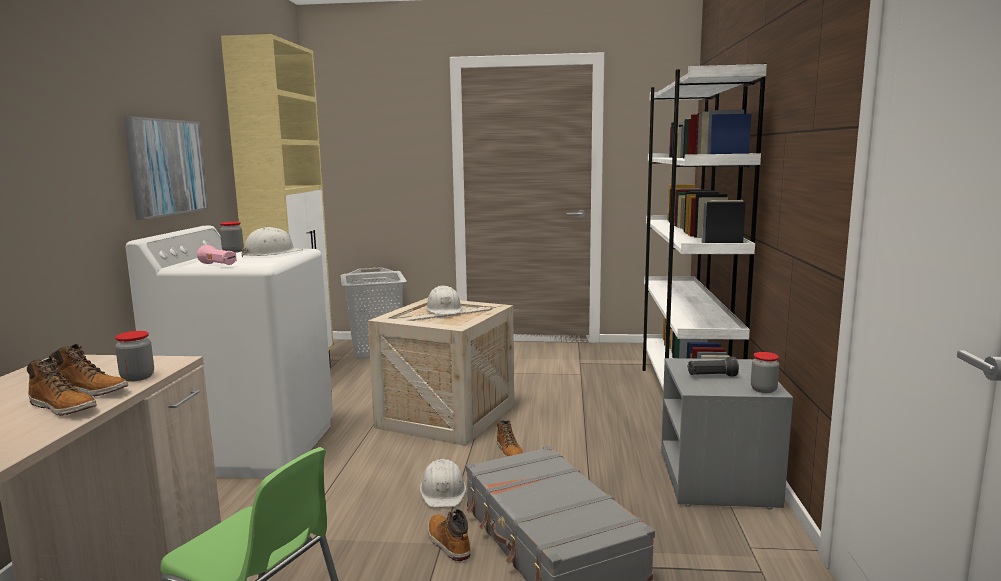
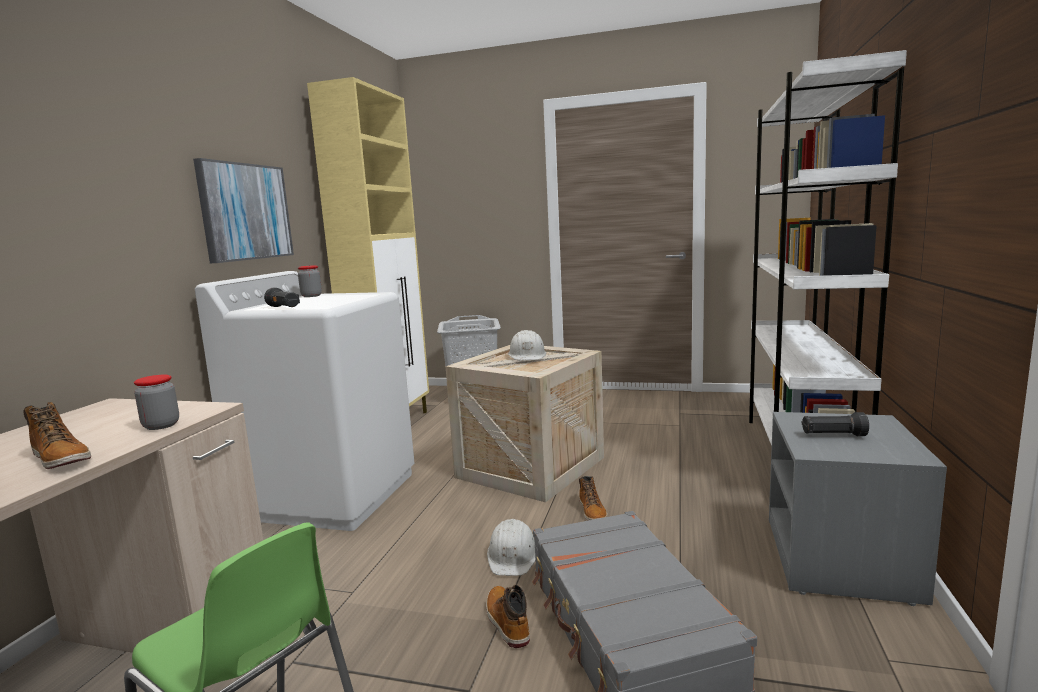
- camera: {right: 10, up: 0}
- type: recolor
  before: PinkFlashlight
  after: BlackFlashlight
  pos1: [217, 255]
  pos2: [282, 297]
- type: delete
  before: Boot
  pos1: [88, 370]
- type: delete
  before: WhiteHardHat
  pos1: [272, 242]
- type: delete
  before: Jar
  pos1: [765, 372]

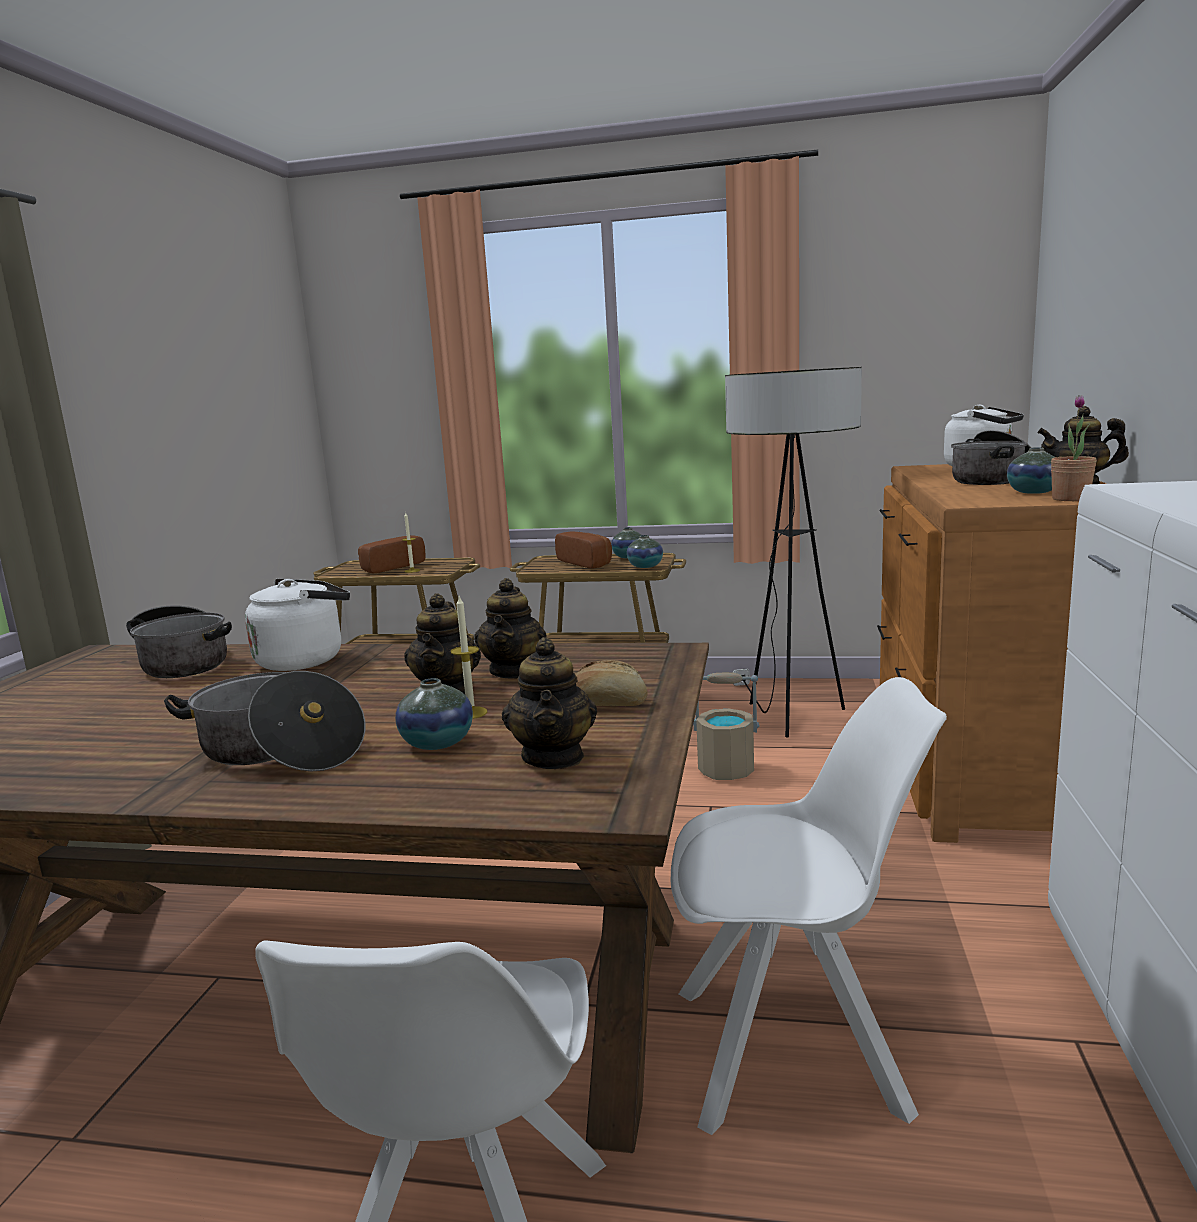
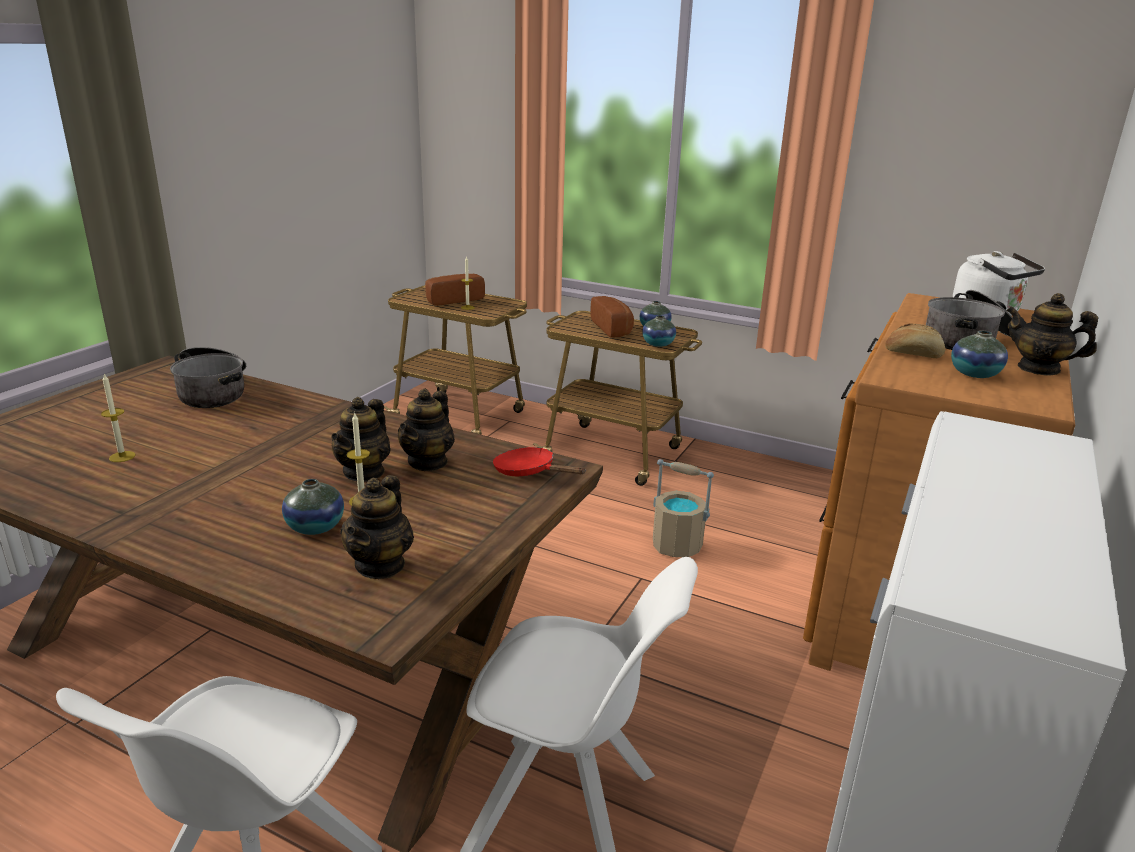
- camera: {right: 15, up: 10}
- type: insert
  after: Candle
  pos2: [118, 418]
- type: insert
  after: RedFryingPan
  pos2: [539, 461]
- type: move
  before: Bread
  pos1: [612, 683]
  pos2: [915, 340]
- type: delete
  before: CookingPot
  pos1: [264, 721]
- type: delete
  before: WhiteKettle
  pos1: [297, 625]
- type: delete
  before: FloorLamp
  pos1: [793, 552]
- type: delete
  before: PottedPlant
  pos1: [1074, 448]

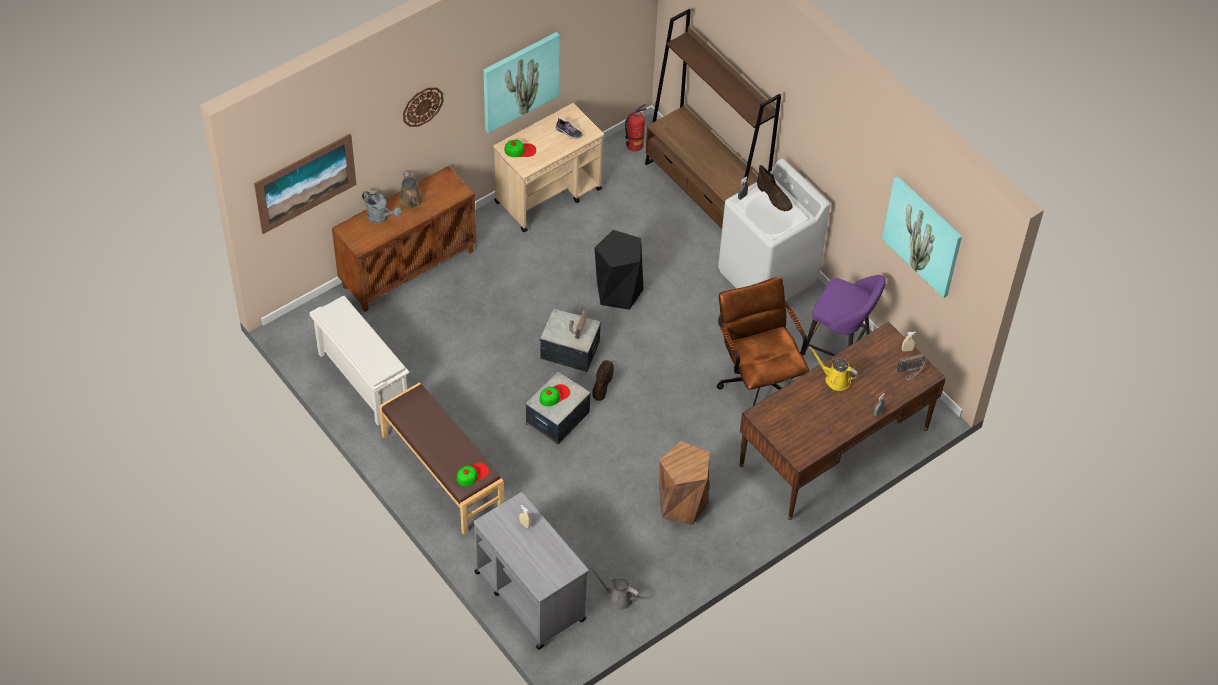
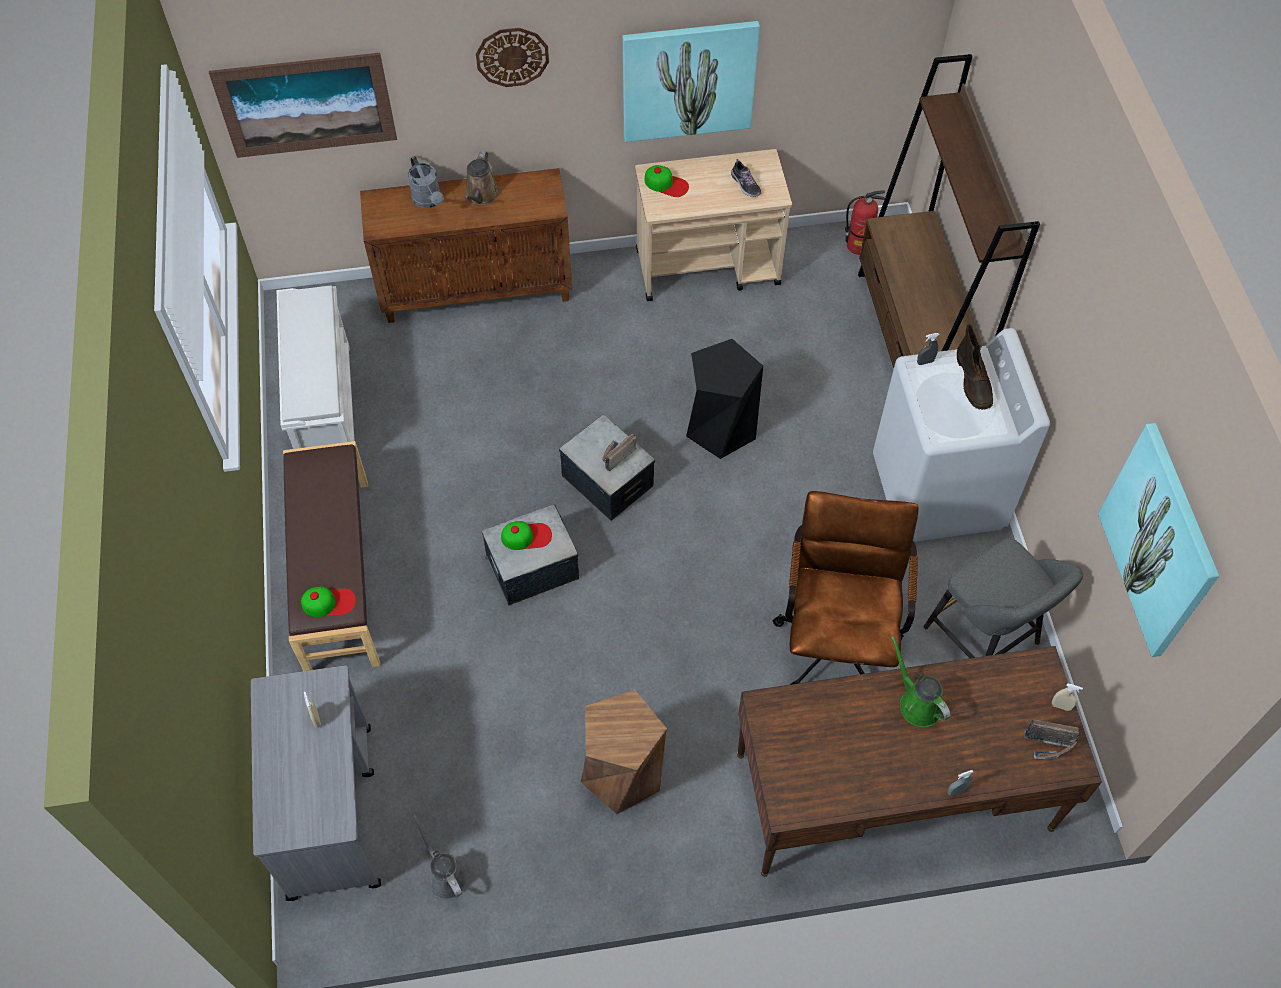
- camera: {right: 30, up: 5}
- type: recolor
  before: YellowWateringCan
  after: GreenWateringCan
  pos1: [833, 368]
  pos2: [921, 681]
- type: recolor
  before: PurpleStool
  after: GreyStool
  pos1: [844, 315]
  pos2: [1003, 598]
- type: delete
  before: BrownBoot
  pos1: [603, 380]

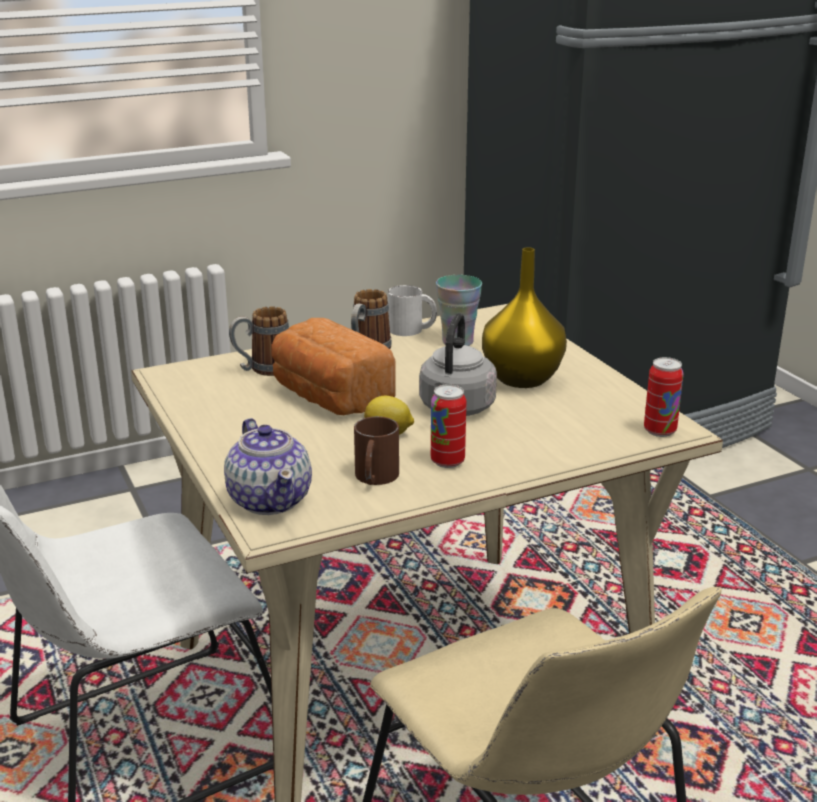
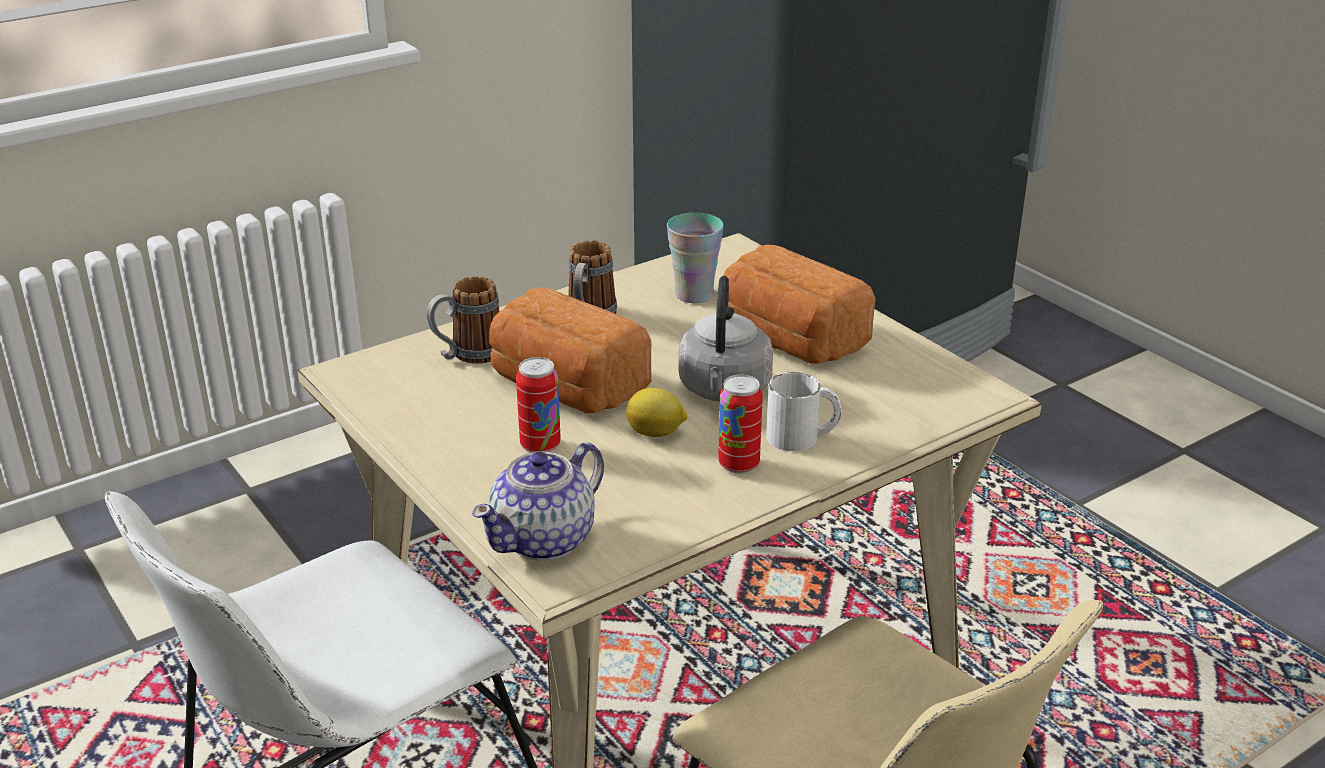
- camera: {right: -10, up: 5}
- type: rotate
  before: Teapot
  pos1: [268, 466]
  pos2: [538, 501]
  turn: 75
- type: move
  before: Can
  pos1: [664, 397]
  pos2: [538, 405]
- type: replace
  before: YellowVase
  after: Bread
  pos1: [524, 317]
  pos2: [799, 304]
- type: move
  before: WhiteMug
  pos1: [412, 310]
  pos2: [803, 411]
- type: delete
  before: BrownMug
  pos1: [376, 450]

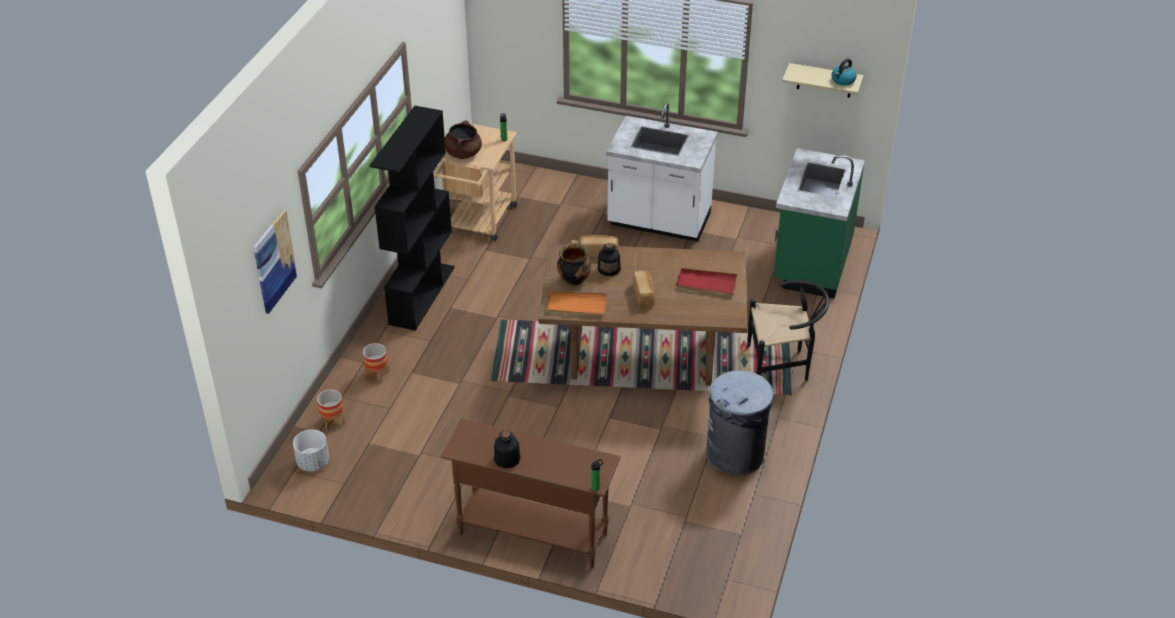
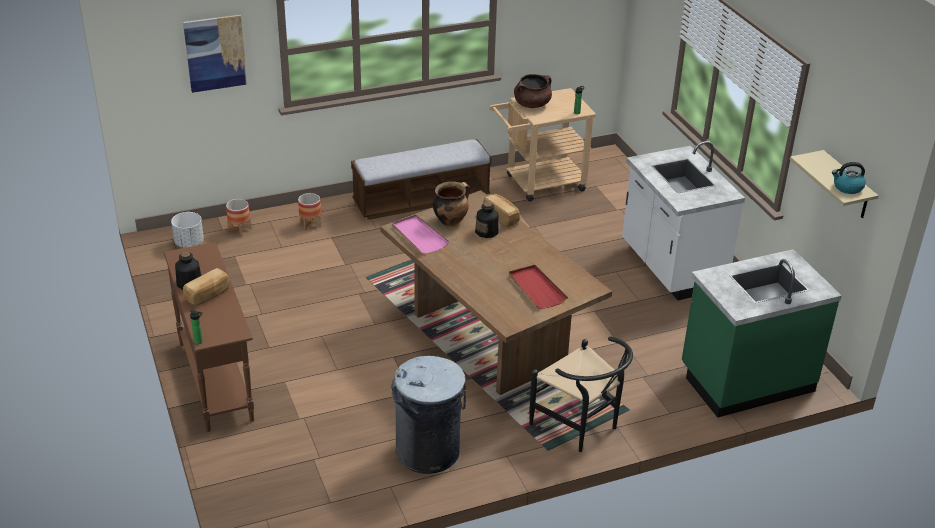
- camera: {right: 50, up: -5}
- type: move
  before: Bread
  pos1: [644, 289]
  pos2: [206, 287]
- type: replace
  before: BlackBookcase
  after: Bench
  pos1: [412, 218]
  pos2: [421, 179]
- type: recolor
  before: OrangeTray
  after: PinkTray
  pos1: [576, 303]
  pos2: [421, 234]

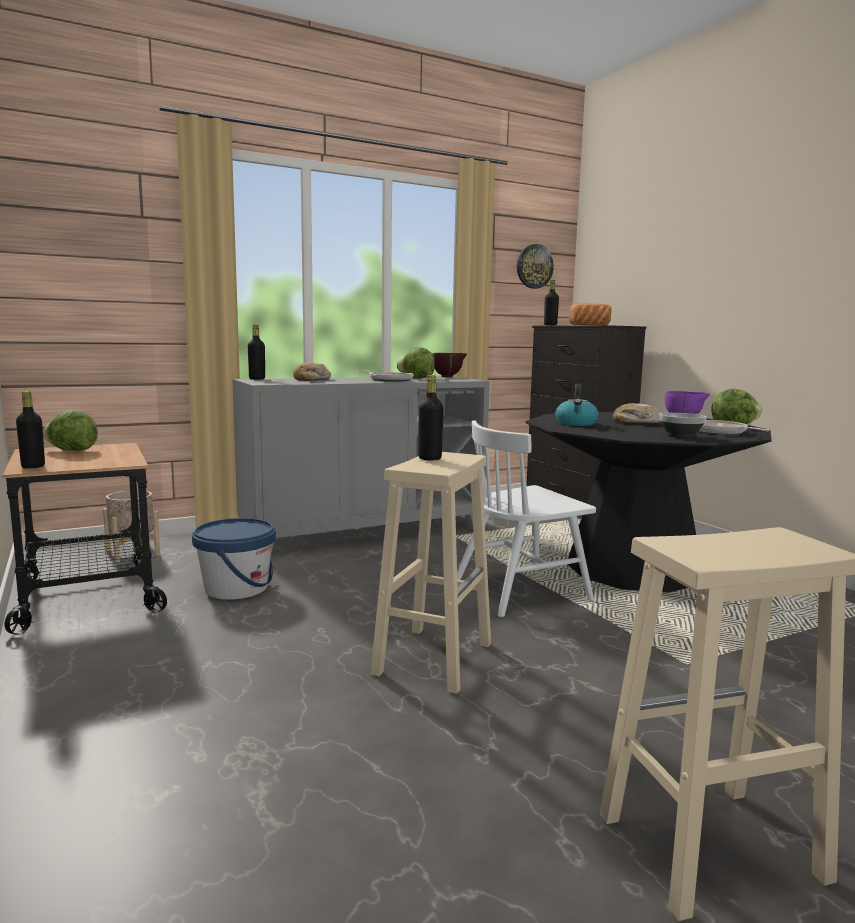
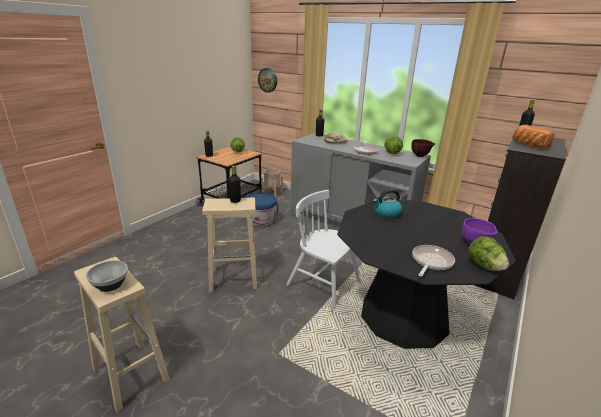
- camera: {right: 60, up: 15}
- type: move
  before: Bowl
  pos1: [682, 425]
  pos2: [107, 276]
- type: move
  before: WallClock
  pos1: [535, 266]
  pos2: [267, 80]
- type: delete
  before: Bread
  pos1: [637, 413]

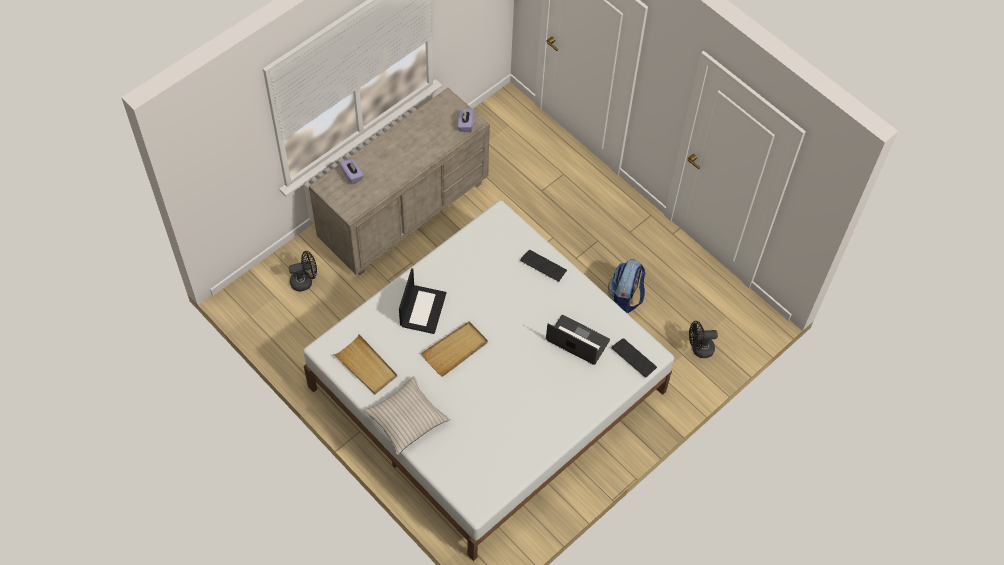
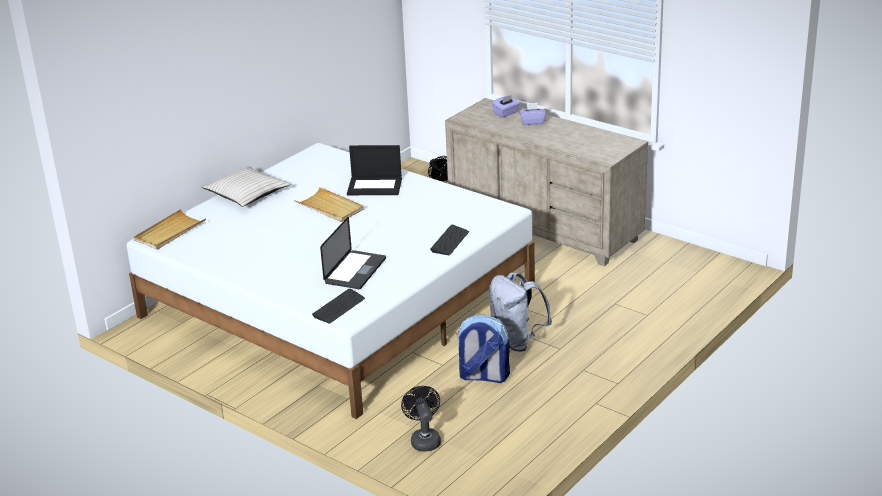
- camera: {right: 85, up: -30}
- type: move
  before: BeigeTray
  pos1: [365, 364]
  pos2: [170, 229]
- type: insert
  after: GreyBackpack
  pos2: [520, 312]
- type: move
  before: PurpleTissueBox
  pos1: [466, 120]
  pos2: [532, 114]

